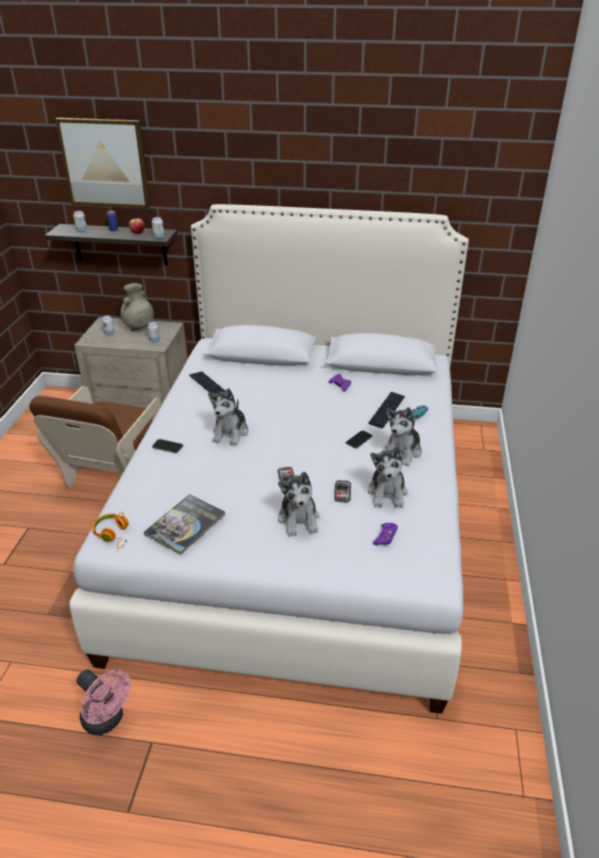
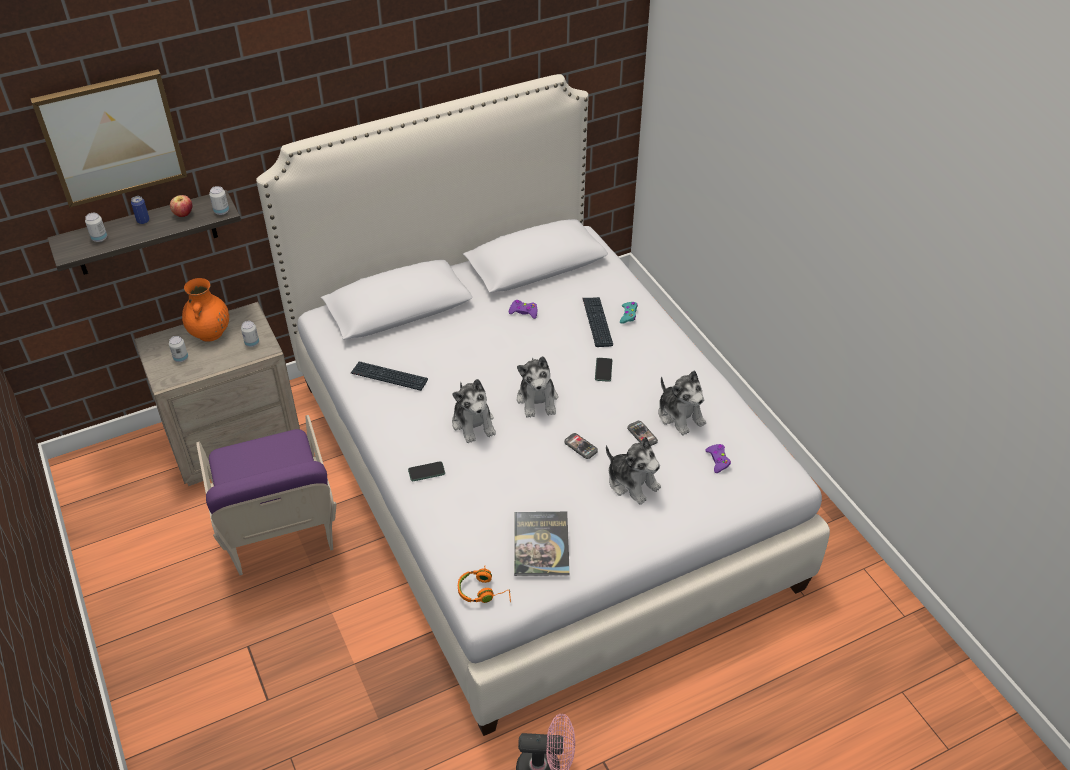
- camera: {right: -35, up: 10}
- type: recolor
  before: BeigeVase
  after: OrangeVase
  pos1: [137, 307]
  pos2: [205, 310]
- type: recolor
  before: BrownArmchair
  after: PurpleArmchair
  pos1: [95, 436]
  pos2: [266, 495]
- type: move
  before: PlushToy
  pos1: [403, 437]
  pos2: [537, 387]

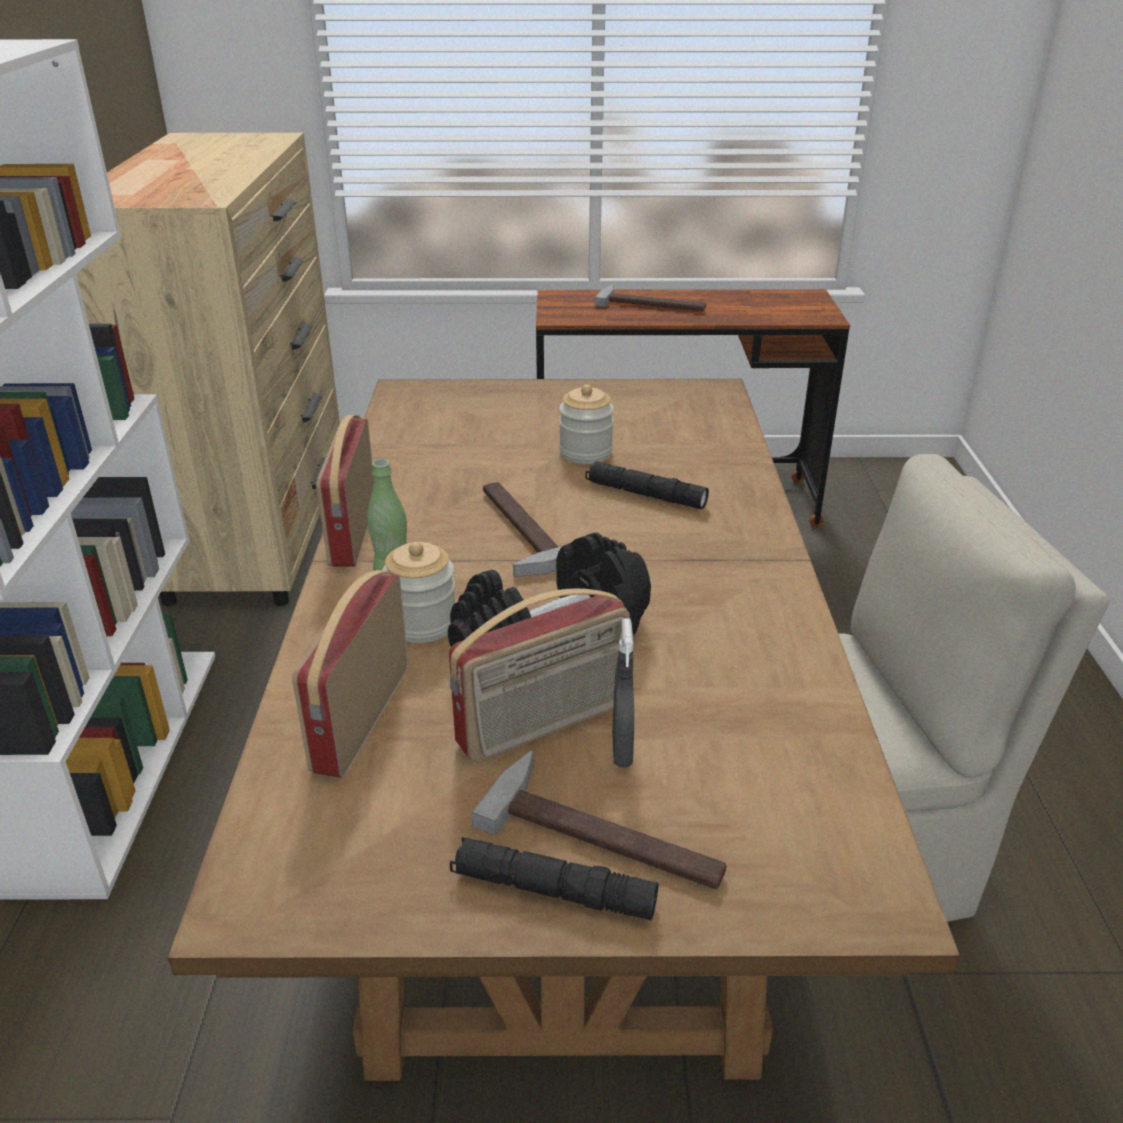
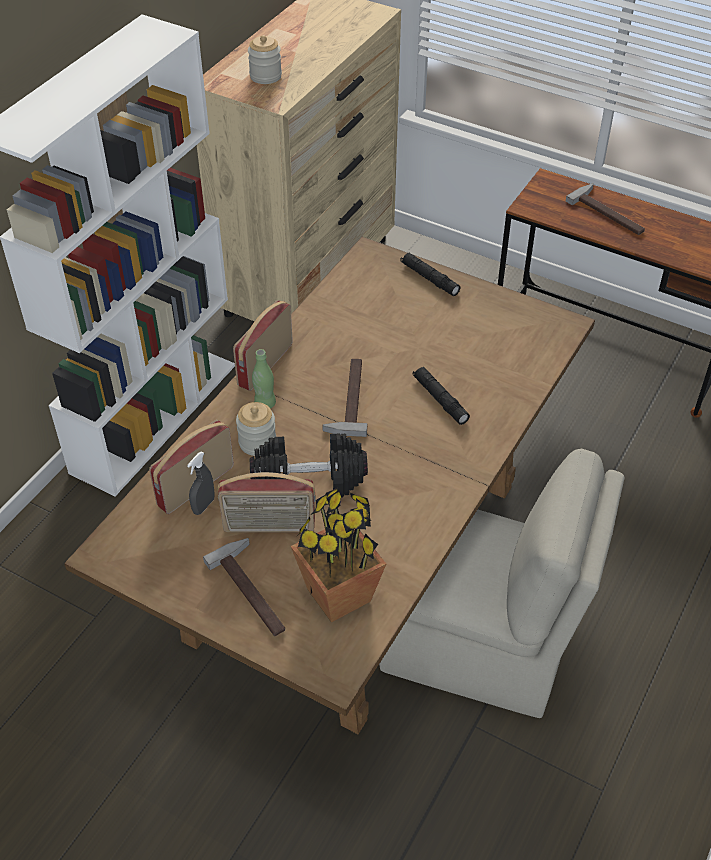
- camera: {right: 30, up: 15}
- type: move
  before: GreySprayBottle
  pos1: [623, 693]
  pos2: [201, 483]
- type: move
  before: Jar
  pos1: [586, 424]
  pos2: [265, 59]
- type: insert
  after: PottedPlant
  pos2: [338, 554]
- type: move
  before: BlackFlashlight
  pos1: [554, 878]
  pos2: [430, 274]

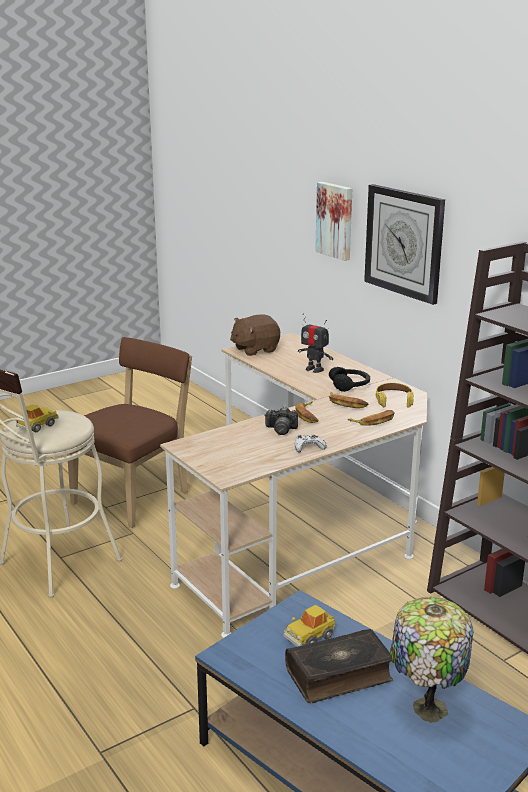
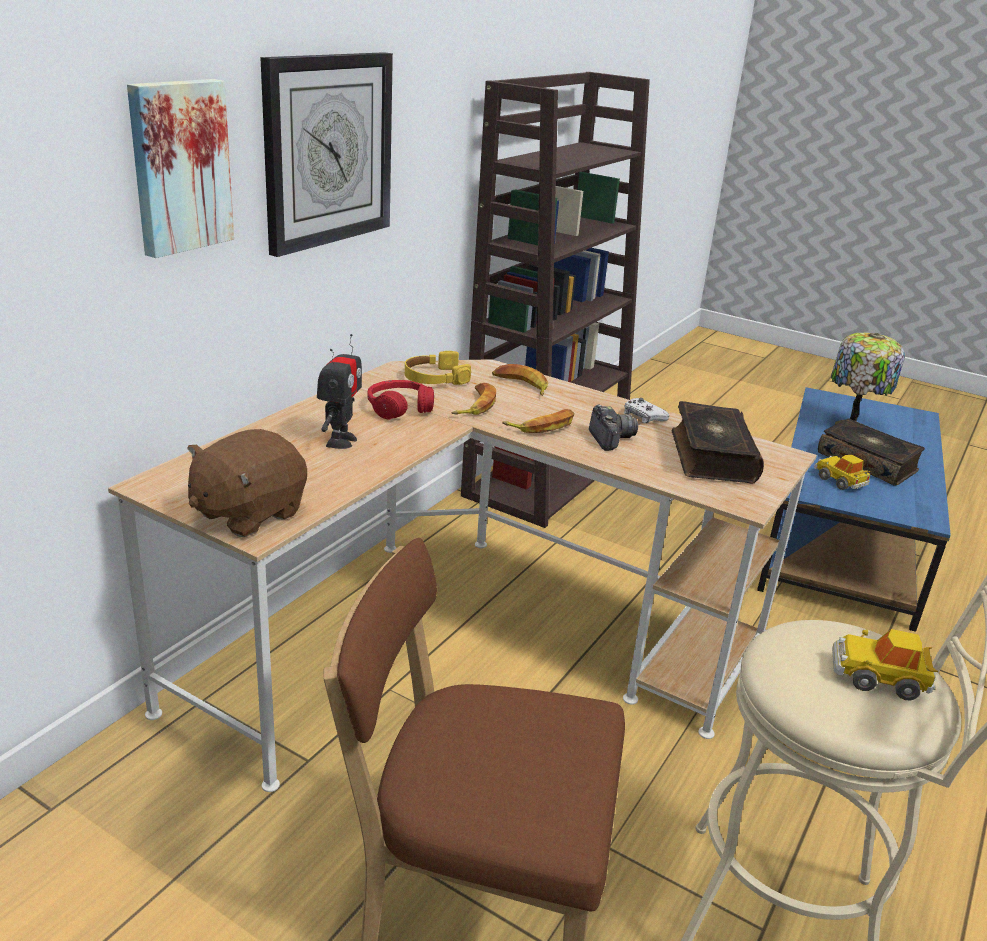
- camera: {right: -115, up: 5}
- type: rotate
  before: BrownPlushToy
  pos1: [255, 335]
  pos2: [247, 483]
  turn: 90
- type: recolor
  before: BlackHeadphones
  after: RedHeadphones
  pos1: [349, 379]
  pos2: [400, 400]
- type: insert
  after: Book
  pos2: [717, 442]
- type: rotate
  before: ToyCar
  pos1: [309, 626]
  pos2: [842, 472]
  turn: -150

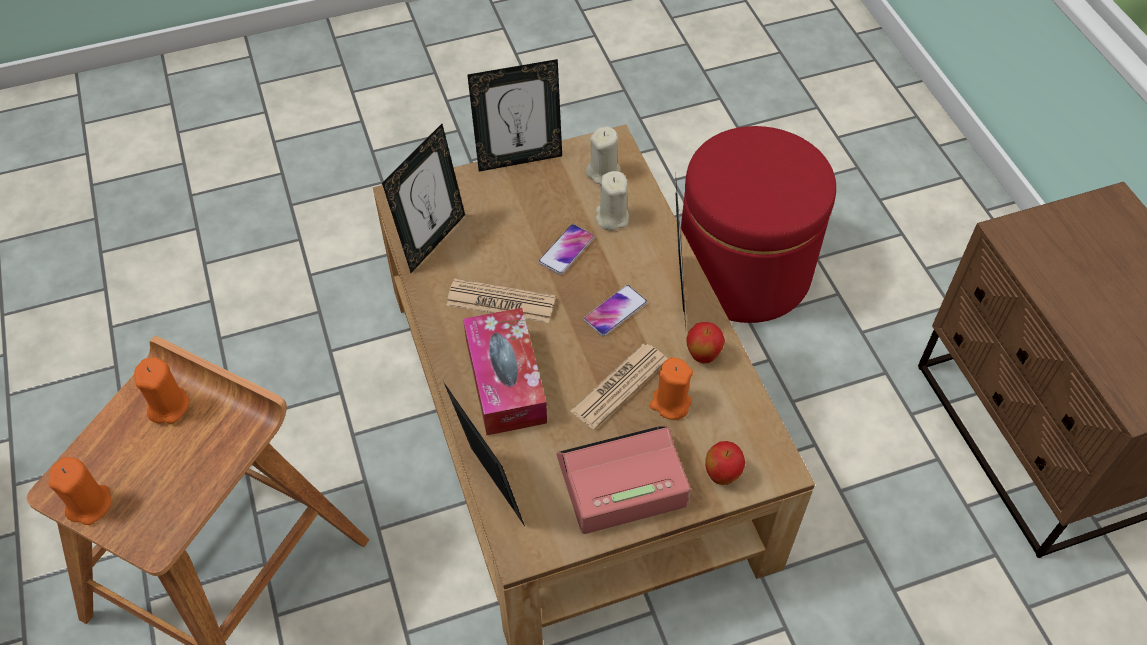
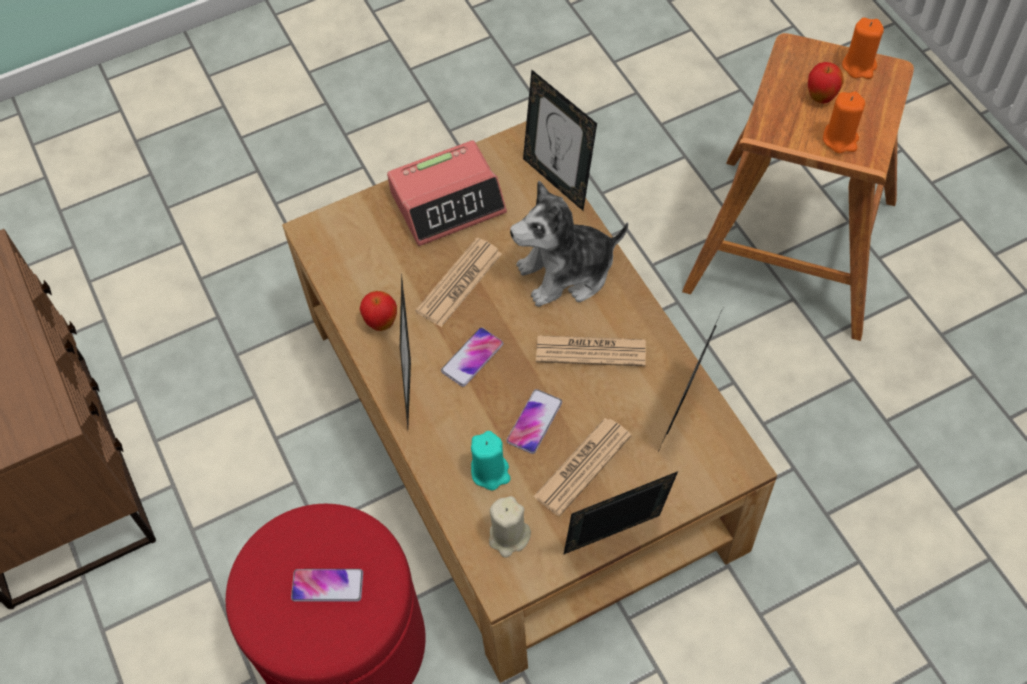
- camera: {right: 175, up: 5}
- type: insert
  after: Phone
  pos2: [327, 585]
- type: recolor
  before: BeigeCandle
  after: TurquoiseCandle
  pos1: [612, 201]
  pos2: [490, 460]
- type: replace
  before: TissueBox
  after: PlushToy
  pos1: [505, 371]
  pos2: [569, 243]
- type: insert
  after: Newspaper
  pos2: [582, 467]
- type: move
  before: Apple
  pos1: [725, 463]
  pos2: [826, 83]
- type: delete
  before: OrangeCandle
  pos1: [671, 388]

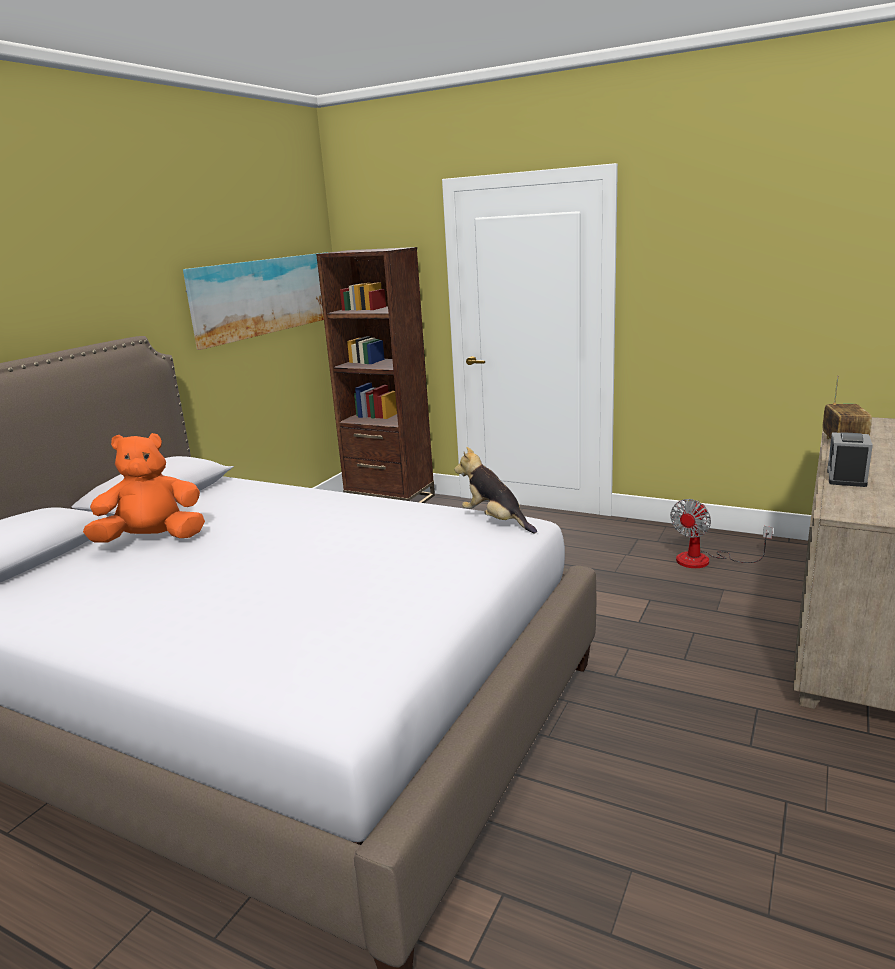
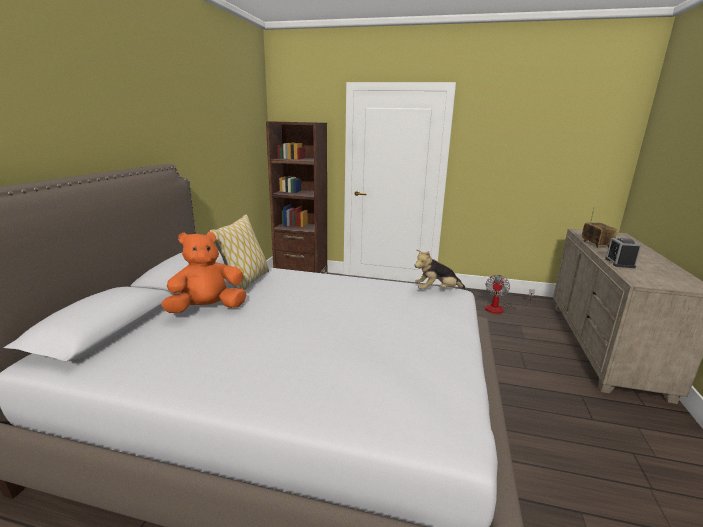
- camera: {right: -15, up: 0}
- type: insert
  after: Pillow
  pos2: [239, 252]
- type: rotate
  before: PlushToy
  pos1: [495, 490]
  pos2: [439, 269]
  turn: -45
- type: delete
  before: Picture
  pos1: [255, 301]

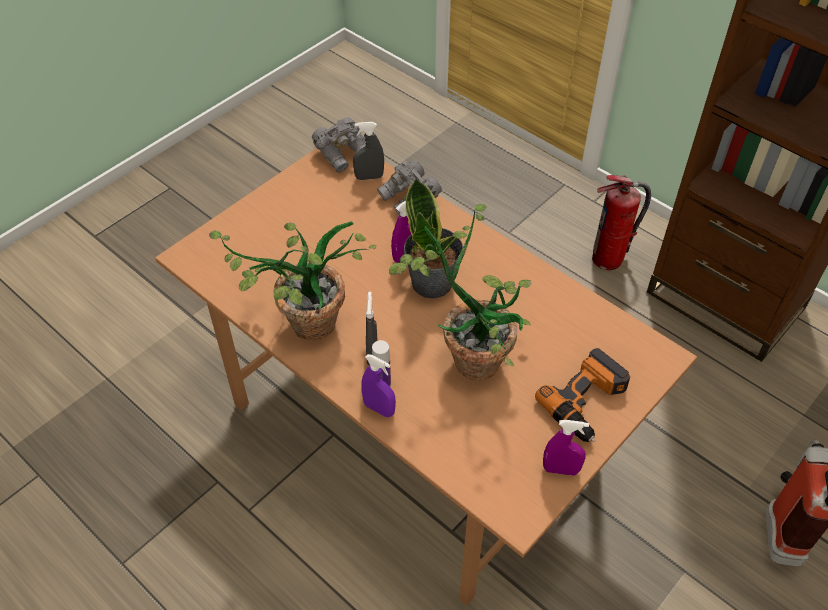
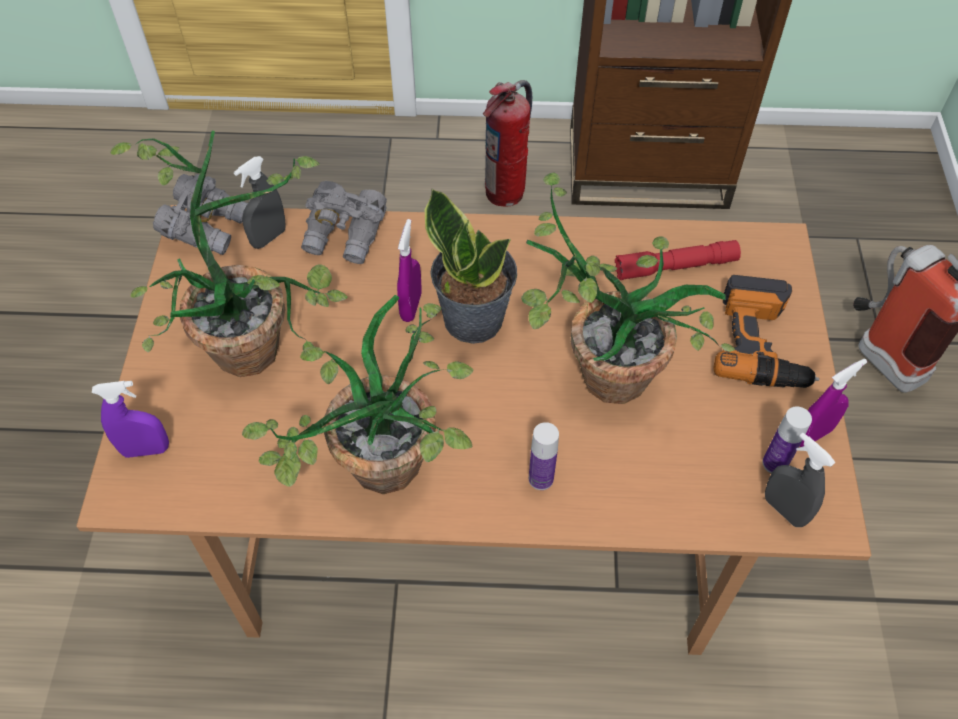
- camera: {right: -40, up: 5}
- type: move
  before: PurpleSprayBottle
  pos1: [378, 385]
  pos2: [130, 419]
- type: insert
  after: PottedPlant
  pos2: [229, 253]
- type: insert
  after: RedFlashlight
  pos2: [678, 260]
- type: insert
  after: Bottle
  pos2: [787, 439]
- type: move
  before: GreySprayBottle
  pos1: [372, 328]
  pos2: [800, 480]

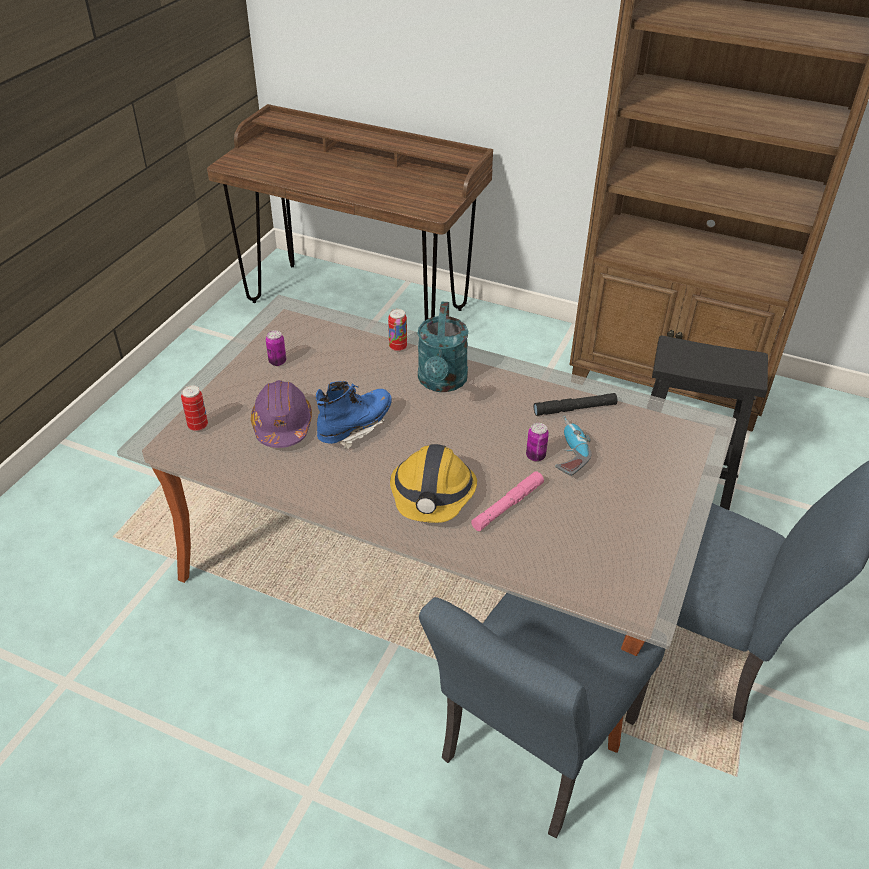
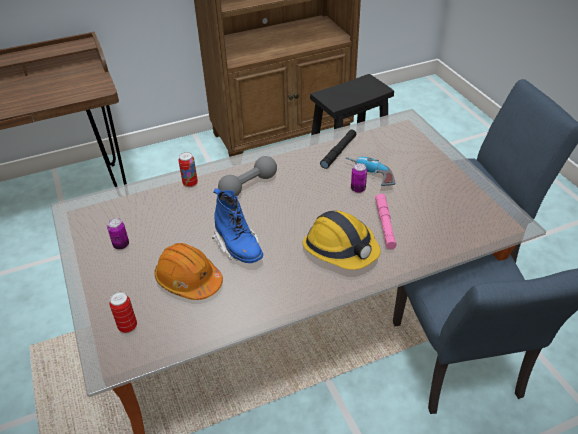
- camera: {right: -45, up: 0}
- type: recolor
  before: PurpleHardHat
  after: OrangeHardHat
  pos1: [281, 414]
  pos2: [188, 271]
- type: rotate
  before: BlueBoot
  pos1: [354, 415]
  pos2: [237, 225]
  turn: 150
- type: replace
  before: TurquoiseWateringCan
  after: GreyDumbbell
  pos1: [442, 347]
  pos2: [247, 176]

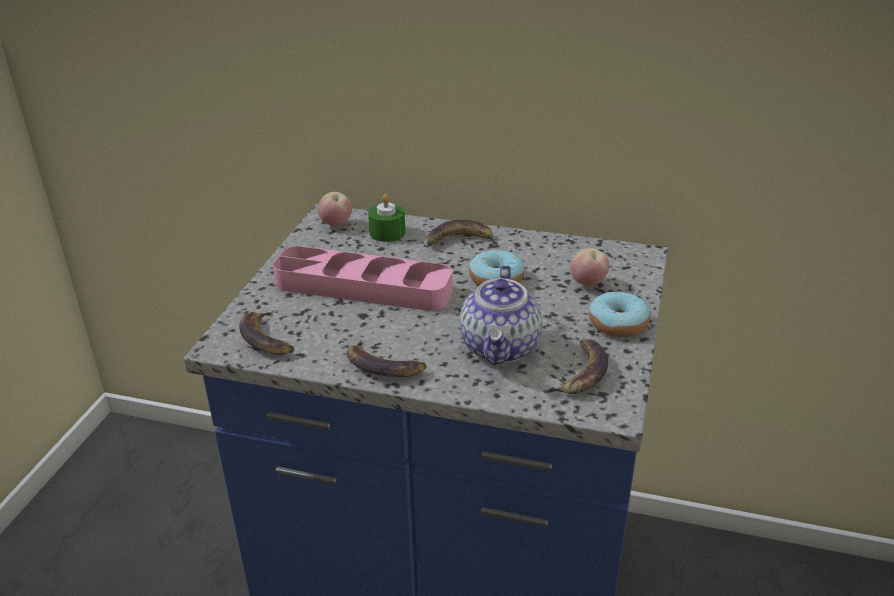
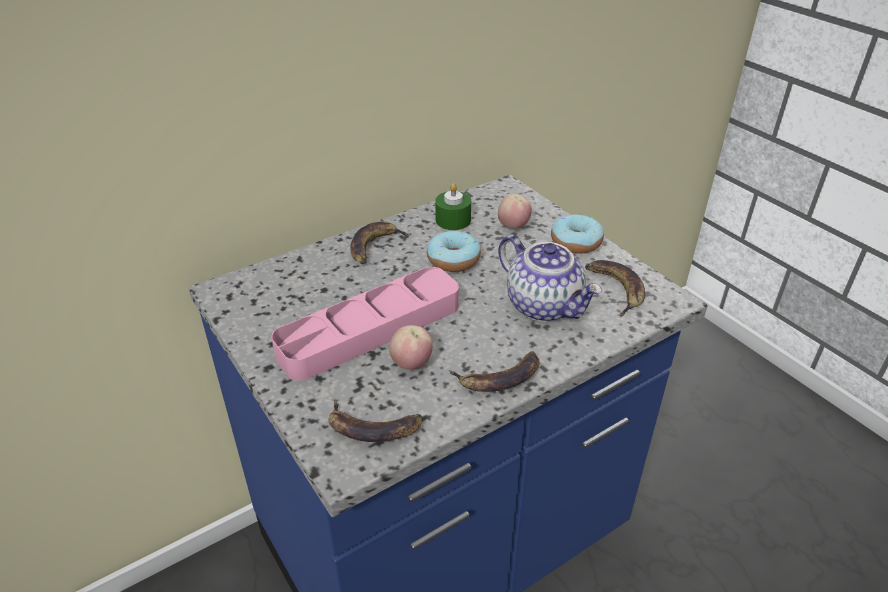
- camera: {right: -50, up: 5}
- type: move
  before: Apple
  pos1: [335, 209]
  pos2: [411, 347]
- type: move
  before: GreenCandle
  pos1: [386, 218]
  pos2: [453, 206]

